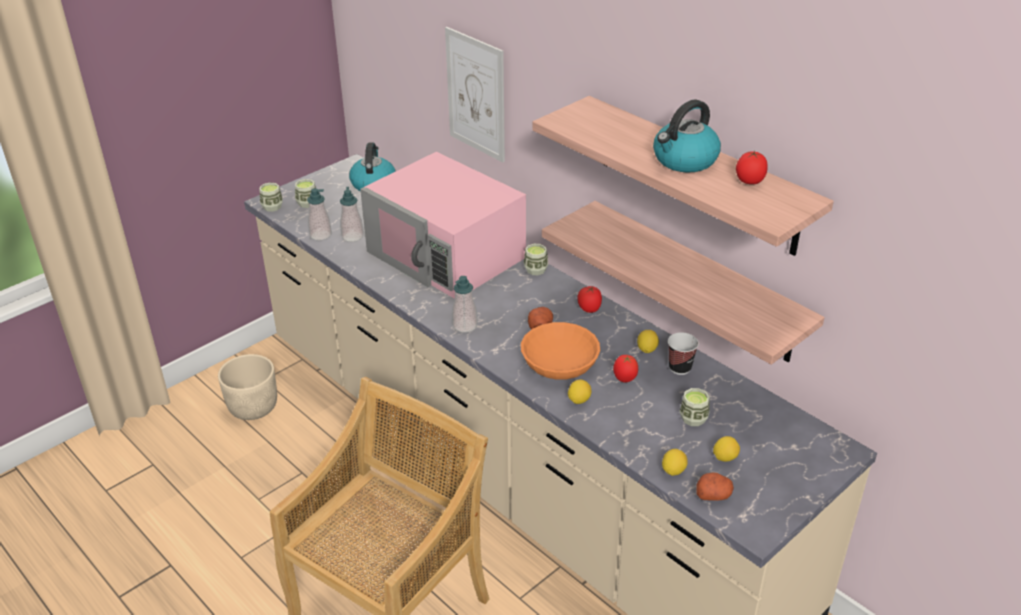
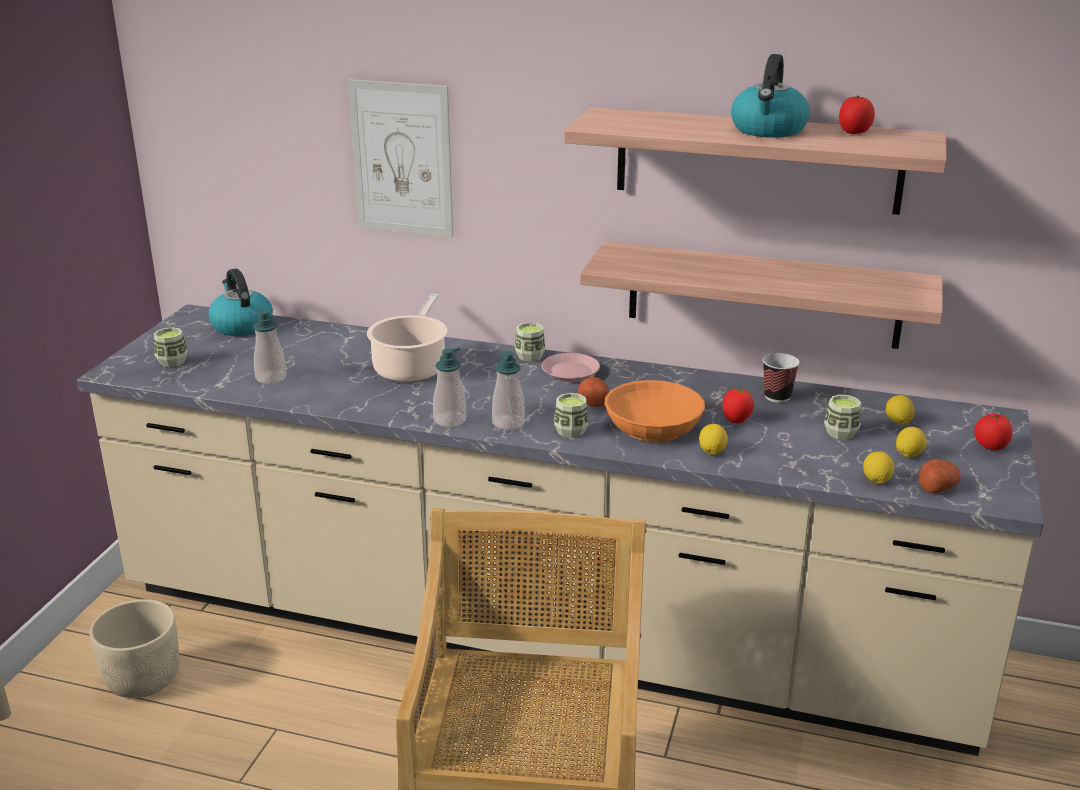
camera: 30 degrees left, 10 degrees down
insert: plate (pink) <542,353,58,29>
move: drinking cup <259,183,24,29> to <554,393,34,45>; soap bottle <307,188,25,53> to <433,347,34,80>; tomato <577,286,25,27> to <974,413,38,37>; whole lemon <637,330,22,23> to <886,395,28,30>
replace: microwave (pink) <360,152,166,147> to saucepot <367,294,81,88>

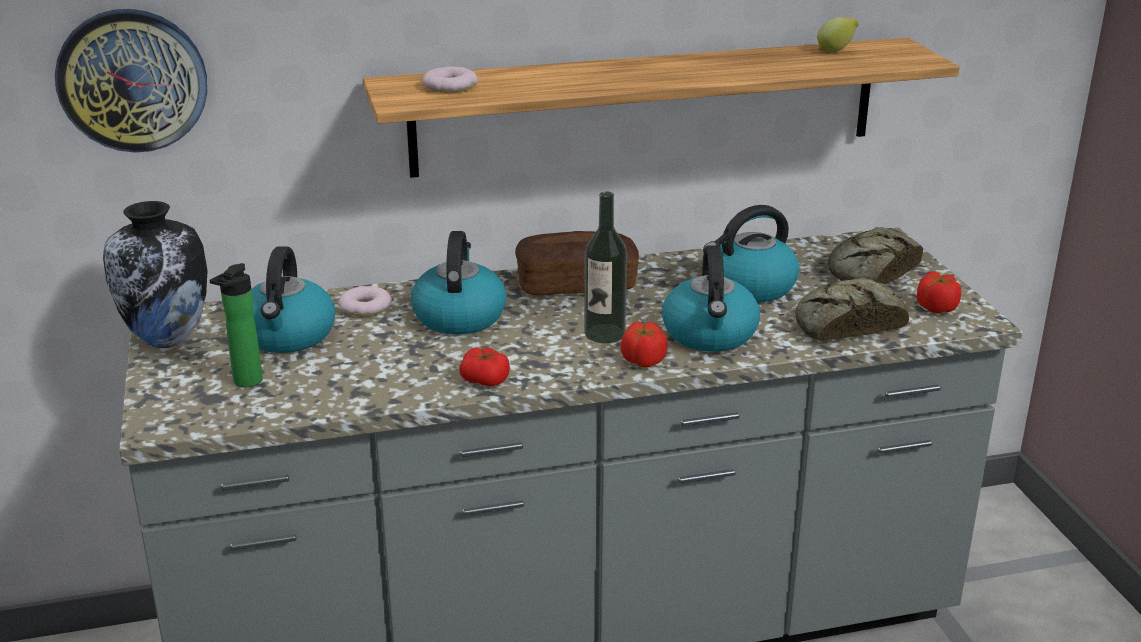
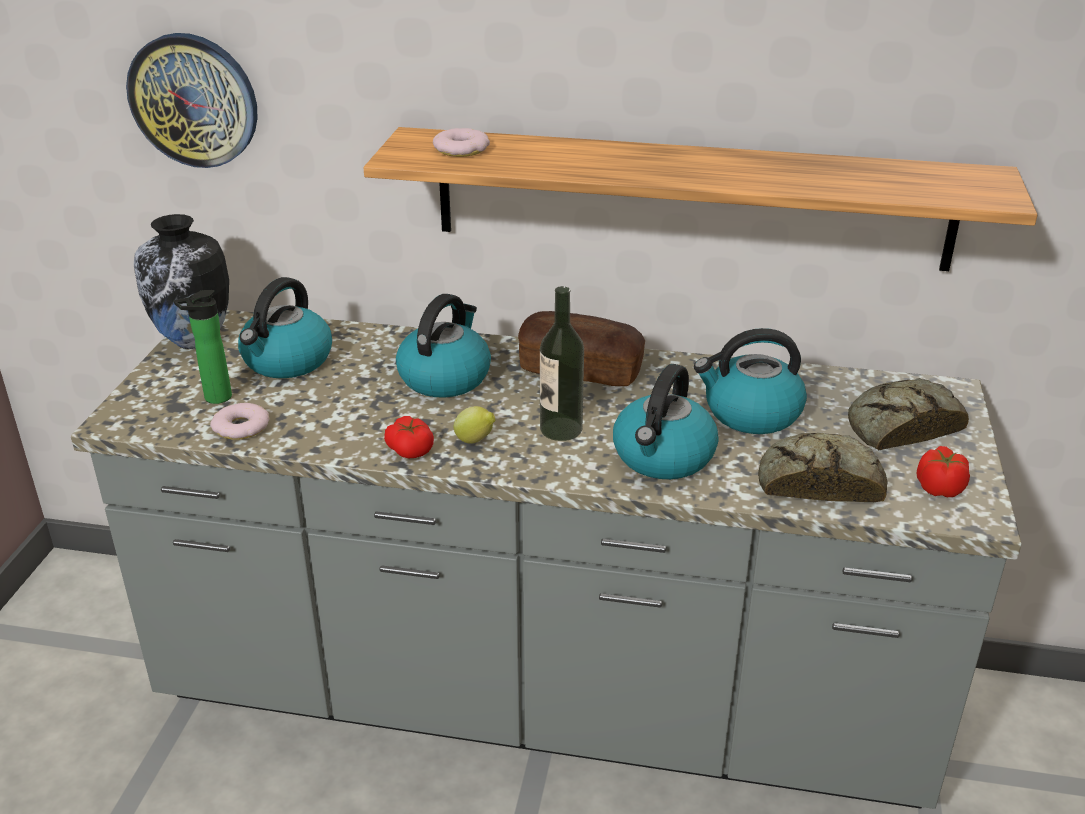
camera: 25 degrees right, 5 degrees up
delete: tomato <621,322,47,46>
move: ring doughnut <338,286,54,30> to <210,403,59,37>; whole lemon <817,17,42,35> to <454,406,41,38>

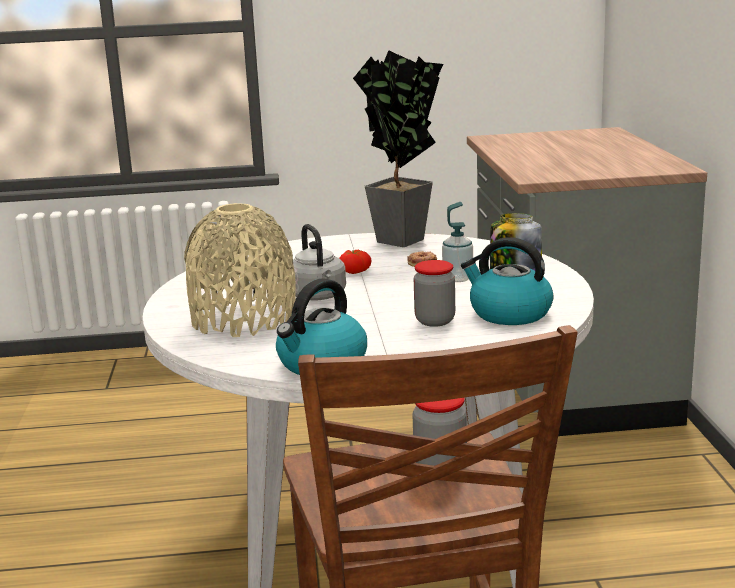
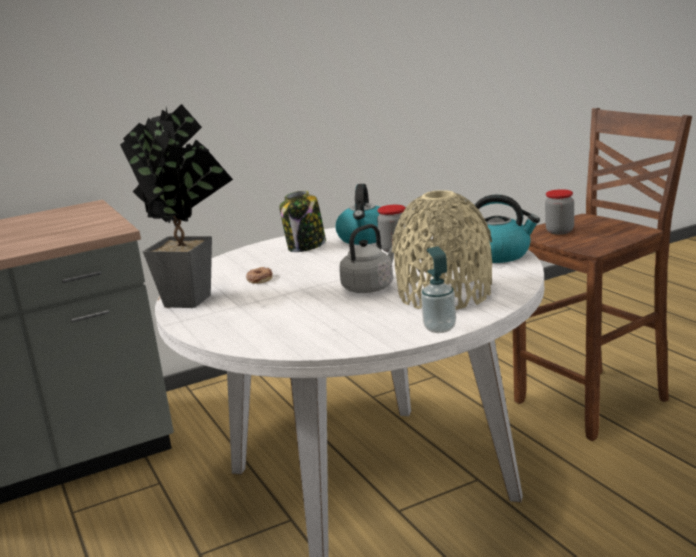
camera: 110 degrees left, 0 degrees up
delete: tomato <339,250,33,24>
move: soap bottle <442,202,31,80> to <421,246,35,87>

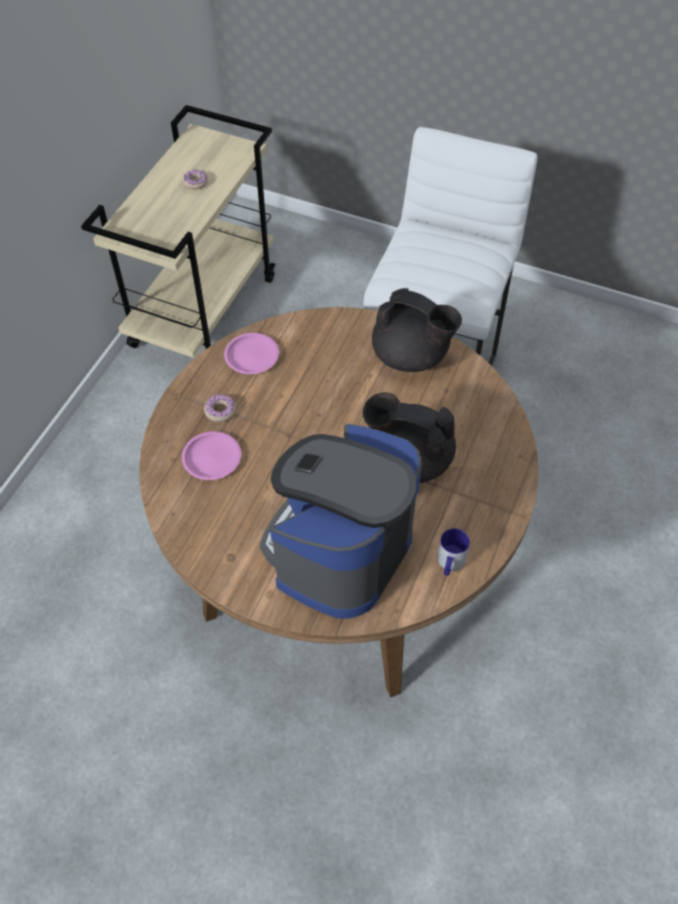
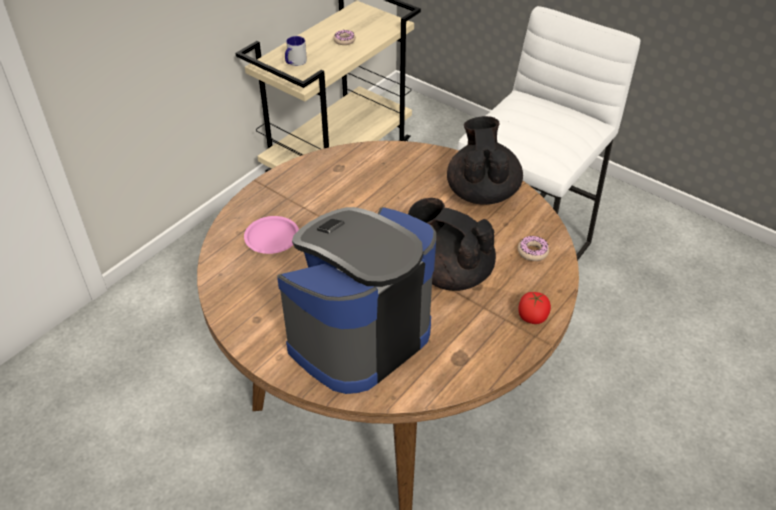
camera: 15 degrees right, 10 degrees down
delete: plate (pink) <224,333,55,41>
insert: tomato <519,292,32,32>
move: ring doughnut <204,395,32,27> to <518,235,31,26>; coffee mug <437,528,33,47> to <285,36,22,30>
rotate: tea pot (black-coloured) <372,288,90,84> = <447,116,76,89> 135 degrees counterclockwise

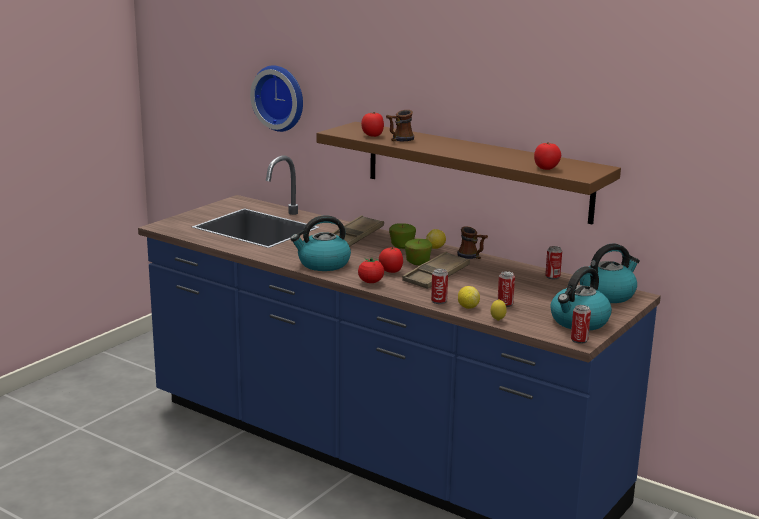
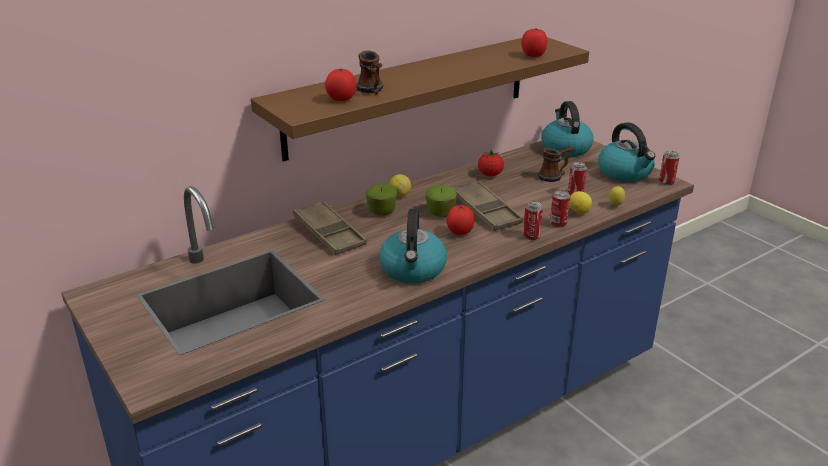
camera: 70 degrees left, 10 degrees up
delete: wall clock <250,65,53,67>
move: tomato <358,257,26,26> to <478,150,26,26>; coffee mug <457,226,31,33> to <538,146,36,36>; sealed can <545,246,17,33> to <523,201,20,39>

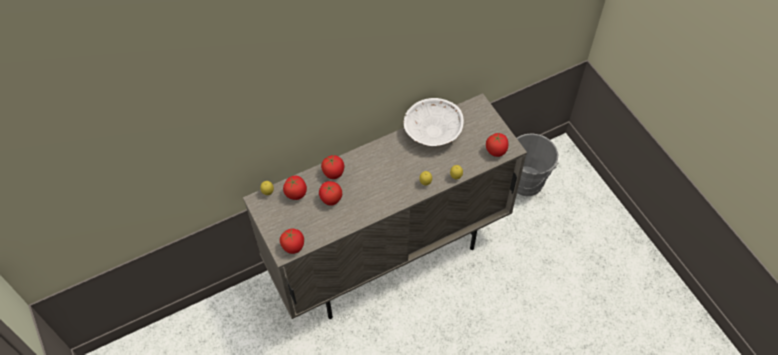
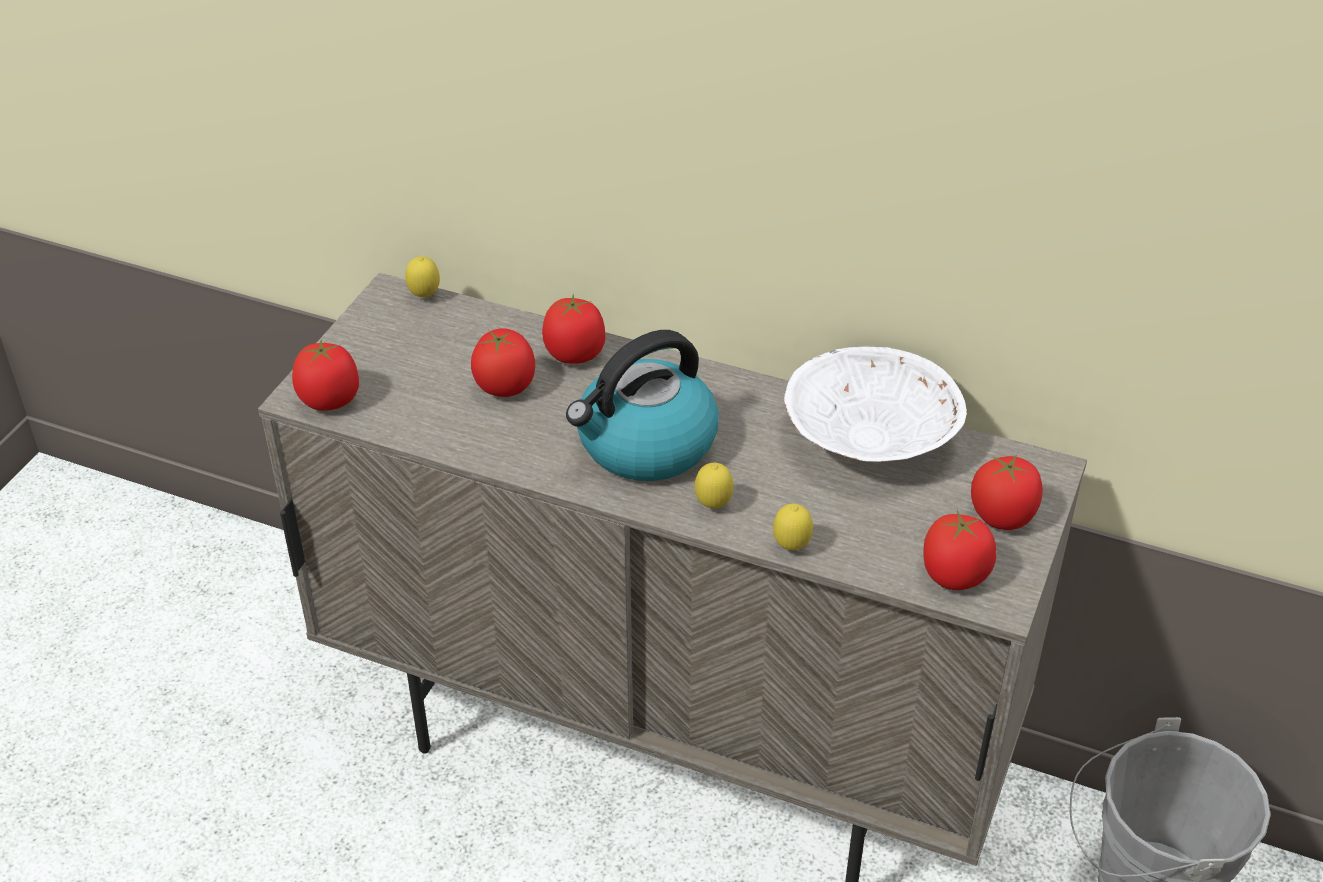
camera: 50 degrees right, 15 degrees down
insert: kettle <566,330,153,151>
move: tomato <283,176,24,24> to <971,454,72,76>

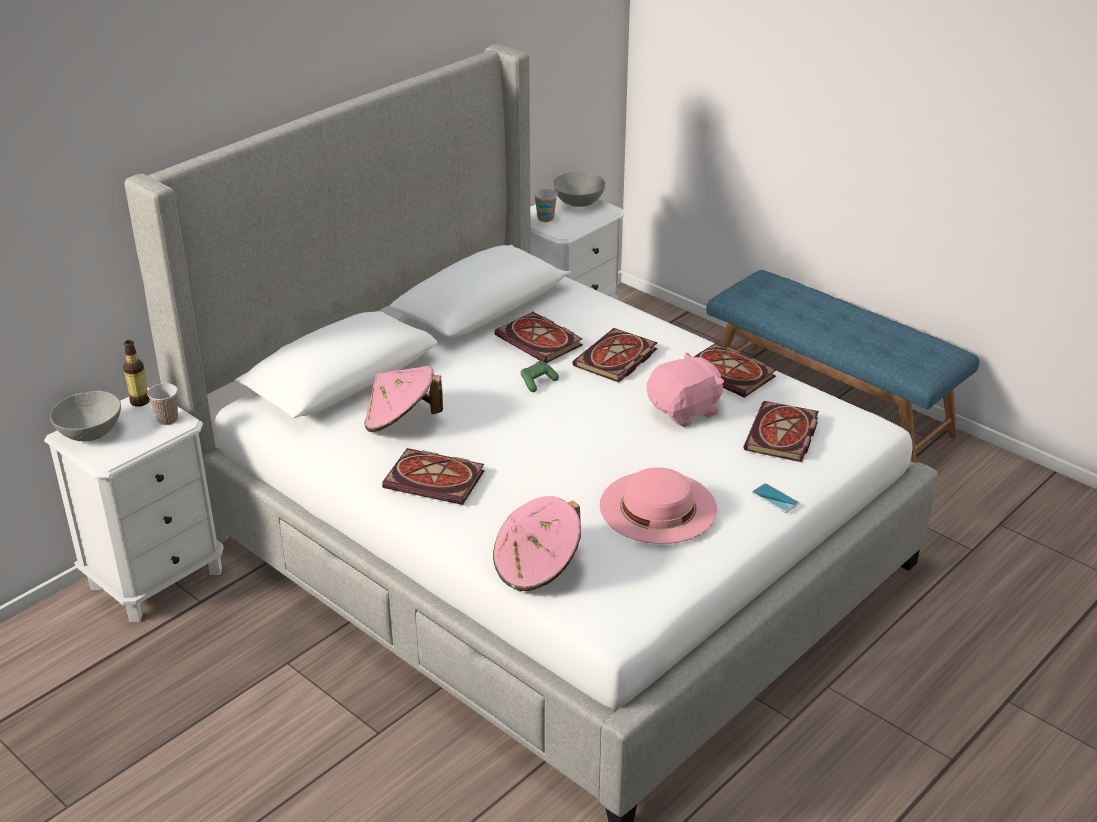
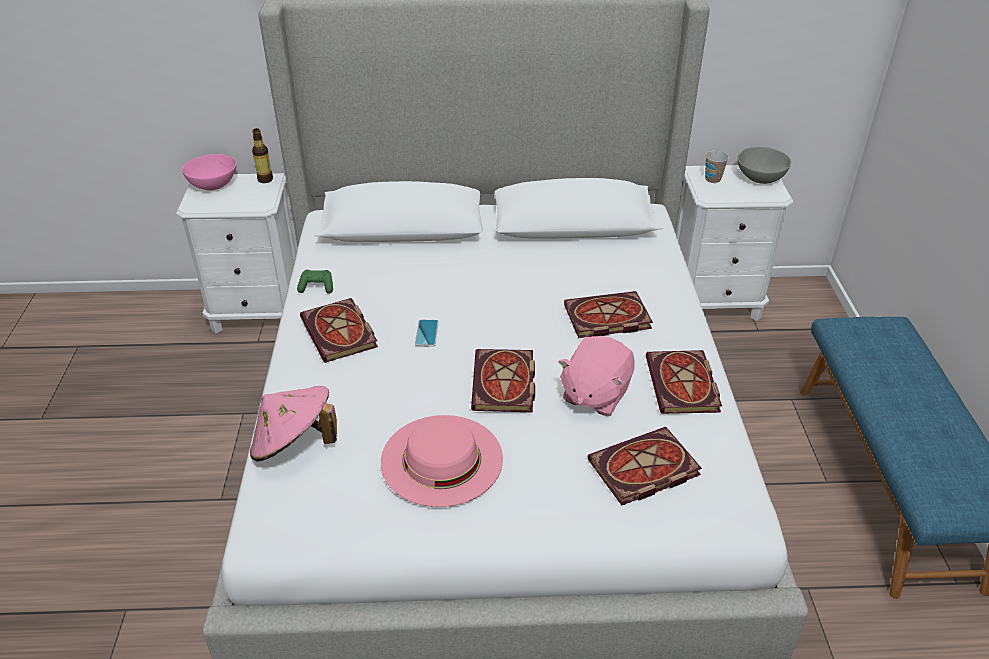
camera: 45 degrees right, 5 degrees up
delete: drinking cup <147,383,31,42>; hat (pink) <365,366,78,66>
move: book <494,312,89,51> to <471,349,64,63>; game controller (green-coloured) <521,361,38,31> to <297,270,36,24>; phone <752,483,47,30> to <415,320,24,27>
recolor: deep dish (grey) <50,391,71,50> to deep dish (pink) <182,154,55,37>
rotate: plush toy (pink) <647,352,77,75> = <558,336,77,80> 105 degrees clockwise

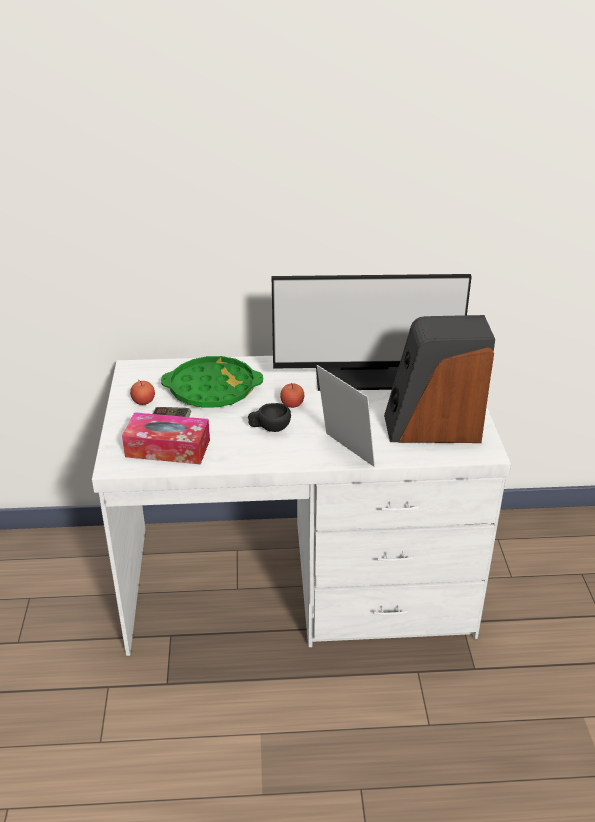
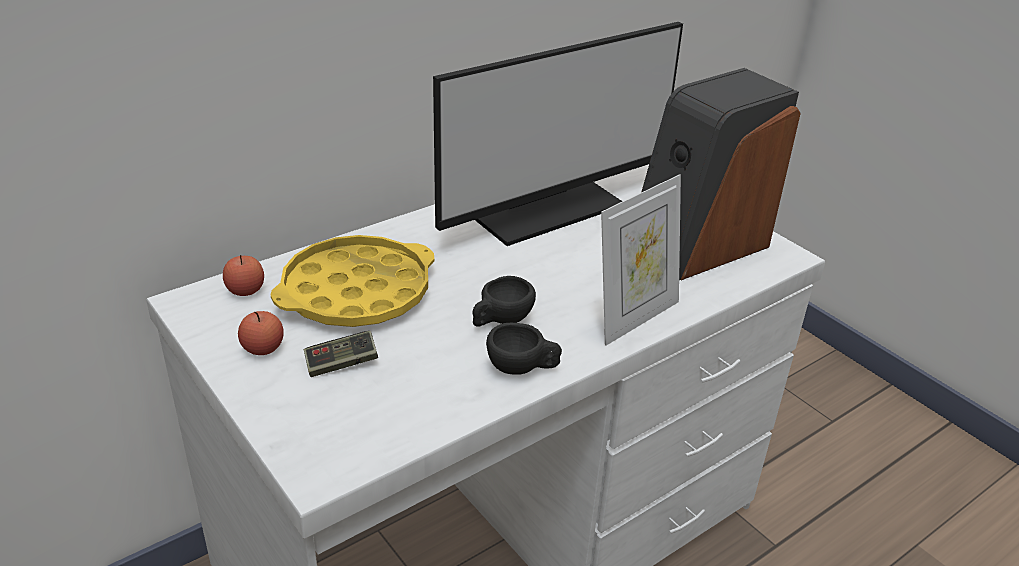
camera: 35 degrees left, 0 degrees up
delete: box of tissues <122,412,88,52>
insert: drinking cup (black-coloured) <486,323,76,51>
move: apple fruit <280,383,24,25> to <223,255,41,41>
recolor: tray (green-coloured) <161,356,102,52> to tray (yellow-coloured) <270,235,164,92>
rotate: photo frame <317,365,58,102> = <601,174,80,172> 120 degrees clockwise

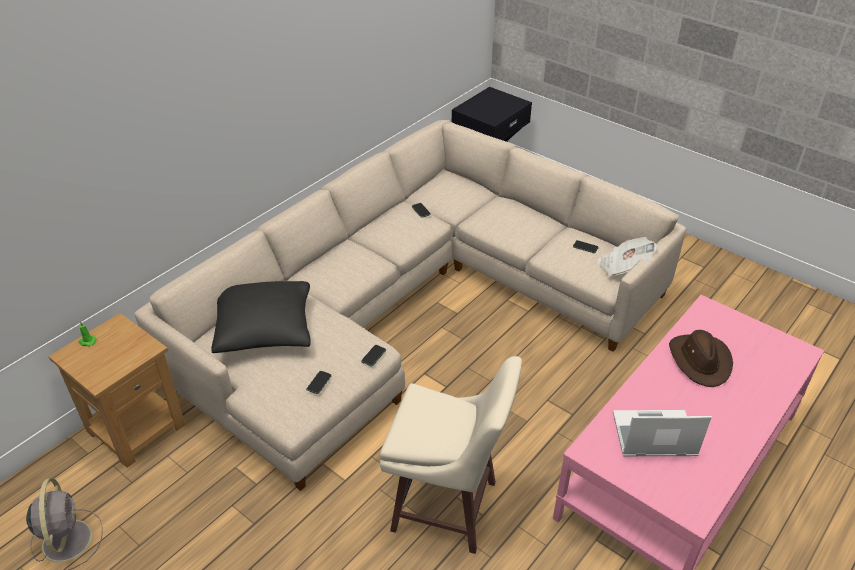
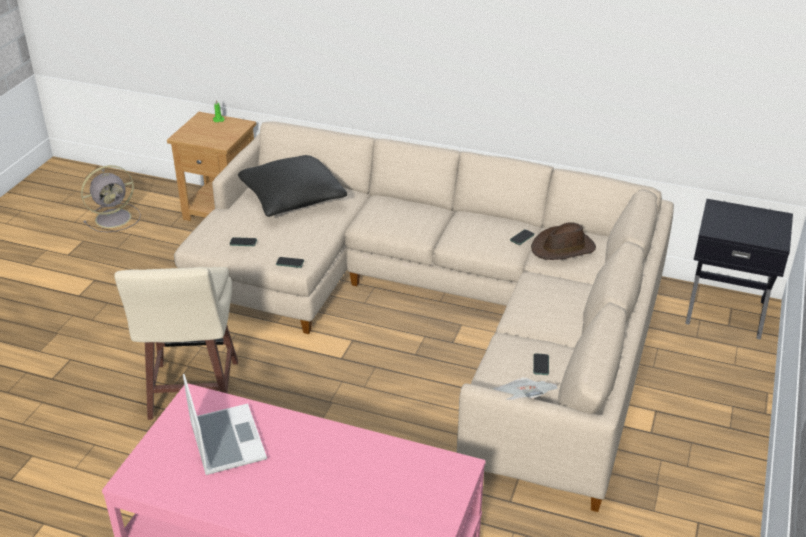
camera: 70 degrees right, 5 degrees down
move: hat (brown-coloured) <669,330,64,57> to <531,222,65,38>

